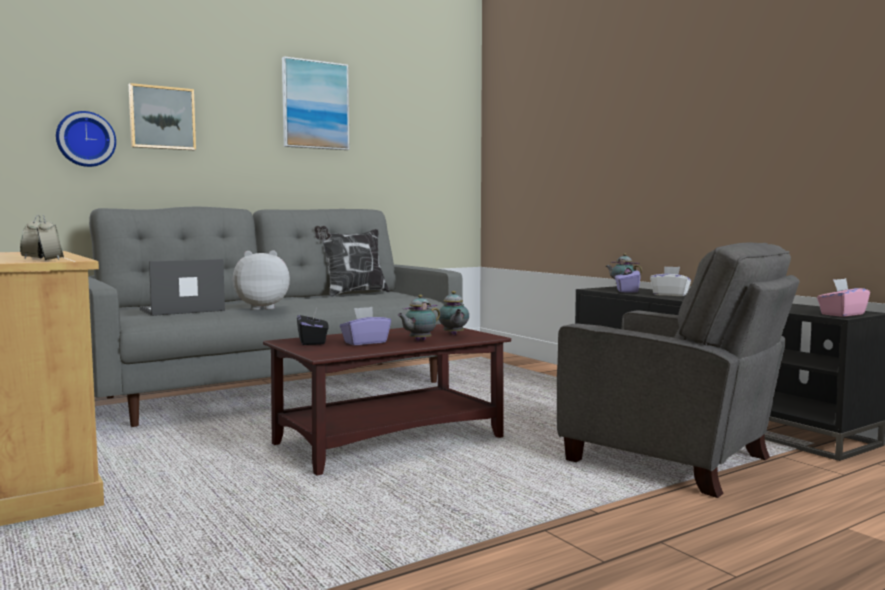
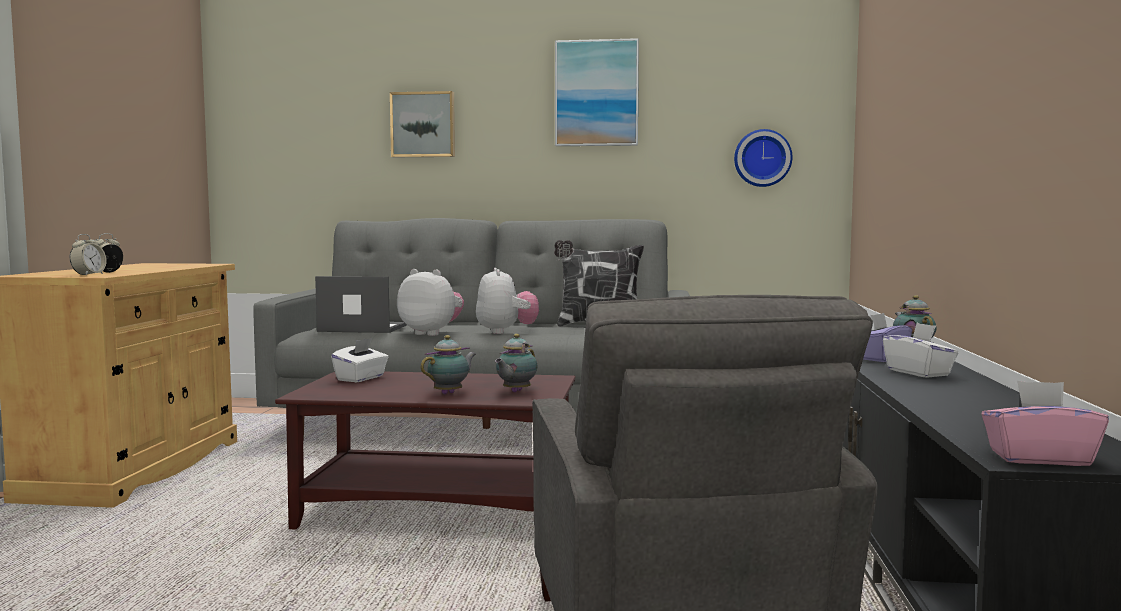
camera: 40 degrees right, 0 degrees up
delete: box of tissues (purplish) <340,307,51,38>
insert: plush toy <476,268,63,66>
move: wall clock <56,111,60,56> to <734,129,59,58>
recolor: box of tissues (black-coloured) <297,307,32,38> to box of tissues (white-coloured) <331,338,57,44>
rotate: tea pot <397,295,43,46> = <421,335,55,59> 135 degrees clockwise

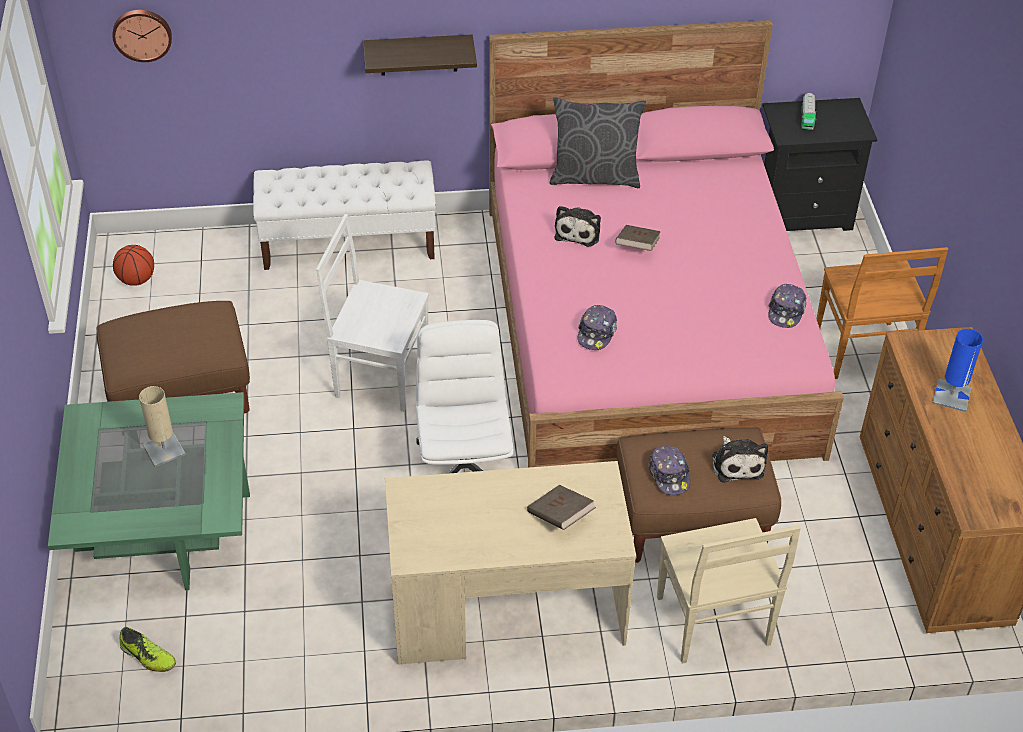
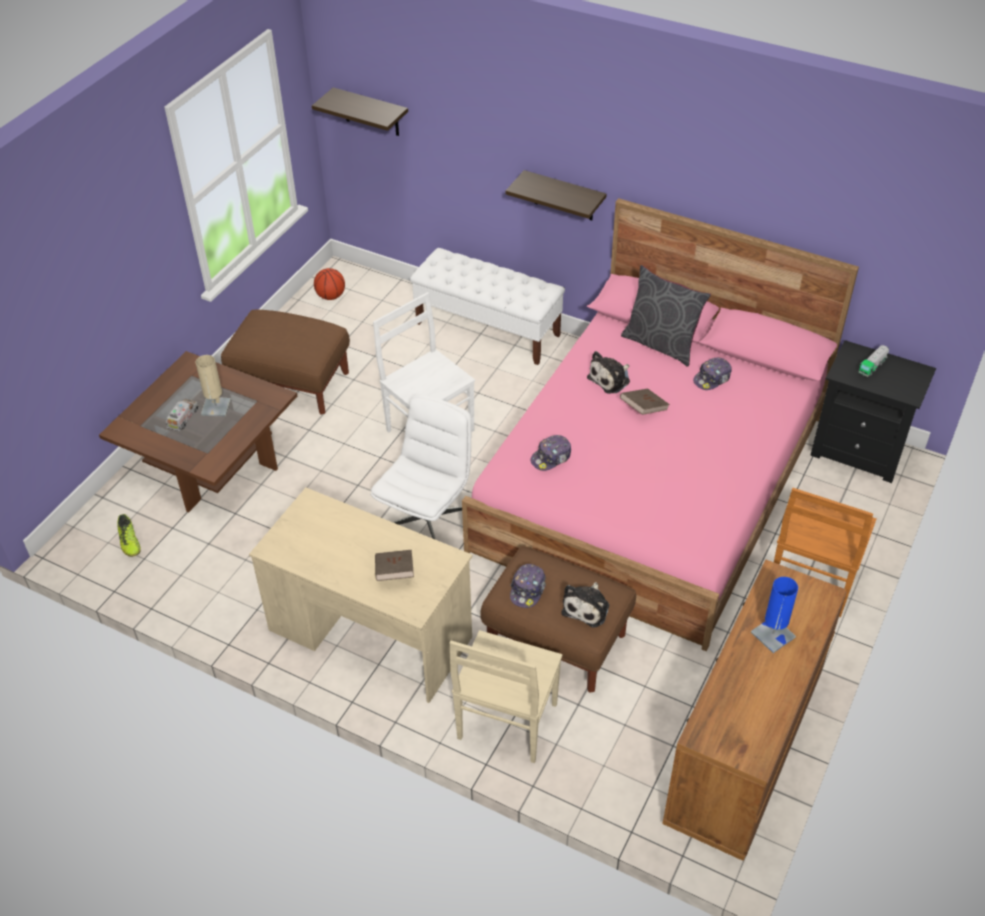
camera: 35 degrees right, 0 degrees up
insert: toy lorry <166,399,33,32>
move: peaked cap <768,284,38,44> to <693,358,39,32>
replace: wall clock <112,10,60,52> to bracket shelf <312,87,96,49>
recolor: low table (green-coloured) <48,392,202,198> to low table (brown-coloured) <99,351,198,161>

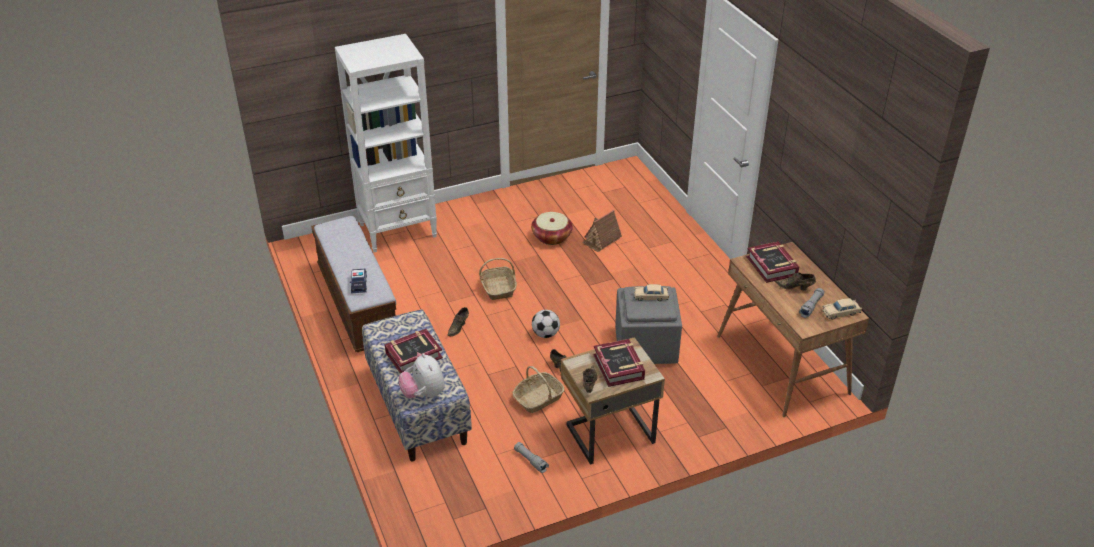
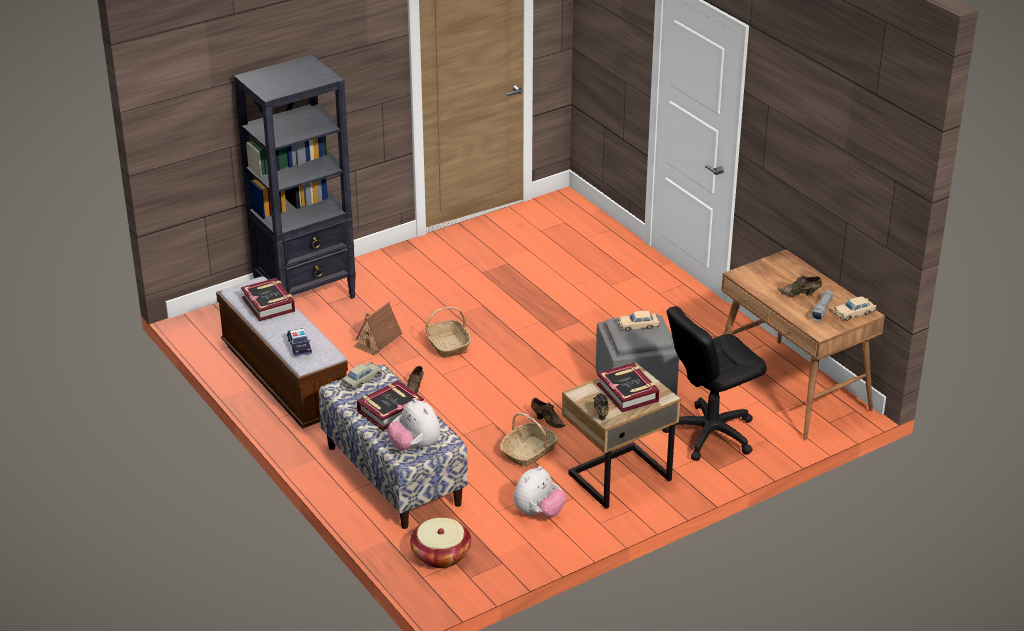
camera: 10 degrees left, 5 degrees down
delete: ball for football <532,310,28,28>
insert: miniature car (sand-coloured) <342,362,40,28>; office chair (black-coloured) <662,306,104,155>
move: storage basket <531,212,42,33> to <410,518,61,50>; toy house <582,210,40,42> to <353,301,49,55>; book <746,241,53,42> to <241,278,54,43>
replace: flashlight (grey) <514,442,35,31> to plush toy <514,466,52,52>
recolor: bookcase (white-coloured) <335,34,102,218> to bookcase (black-coloured) <234,55,122,244>

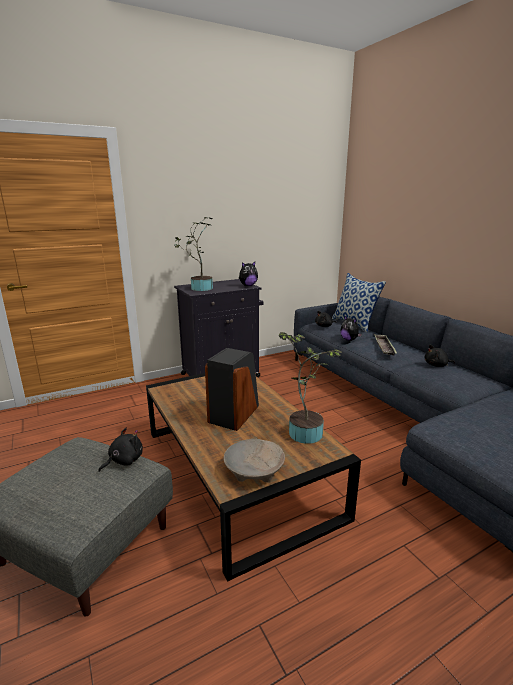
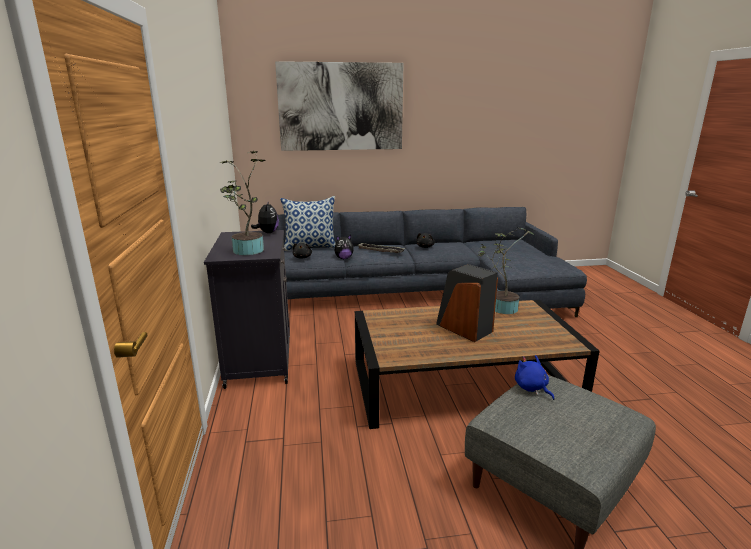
camera: 70 degrees left, 0 degrees up
delete: deep dish (sand-coloured) <224,439,61,43>
insert: wall art <275,61,129,90>
recolor: plush toy (black-coloured) <98,428,45,44> to plush toy (blue) <515,355,39,45>

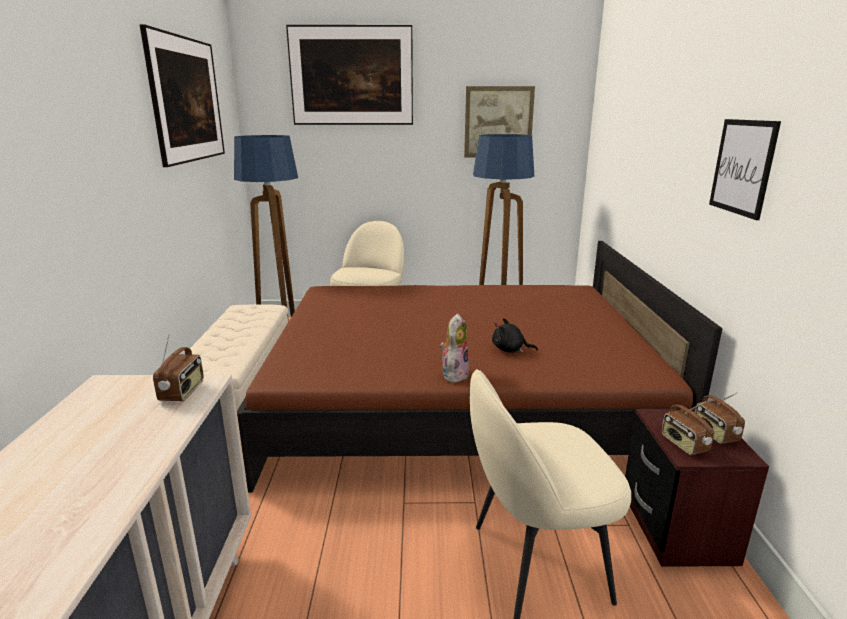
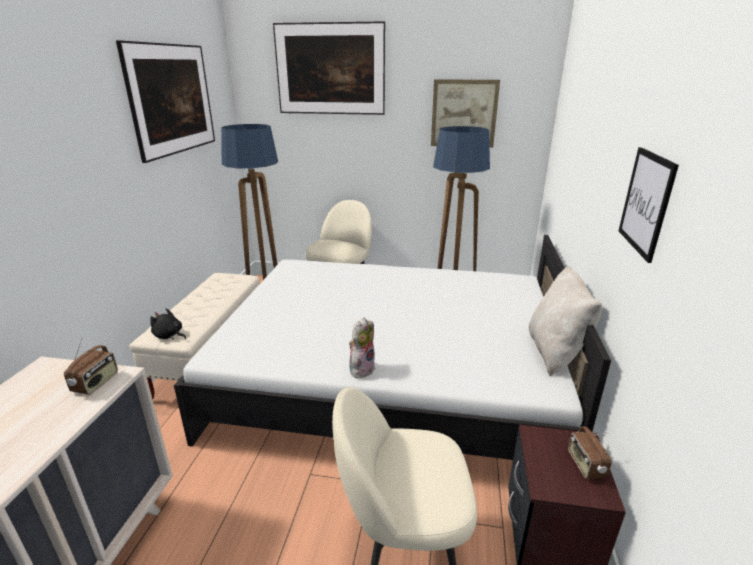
camera: 10 degrees right, 5 degrees up
delete: radio <661,401,53,55>
insert: pillow (sand-coloured) <529,266,73,110>
move: plush toy (black-coloured) <492,318,46,35> to <150,308,36,32>
recolor: sleeping bed (brown-coloured) <237,241,486,252> to sleeping bed (white-coloured) <174,235,437,225>

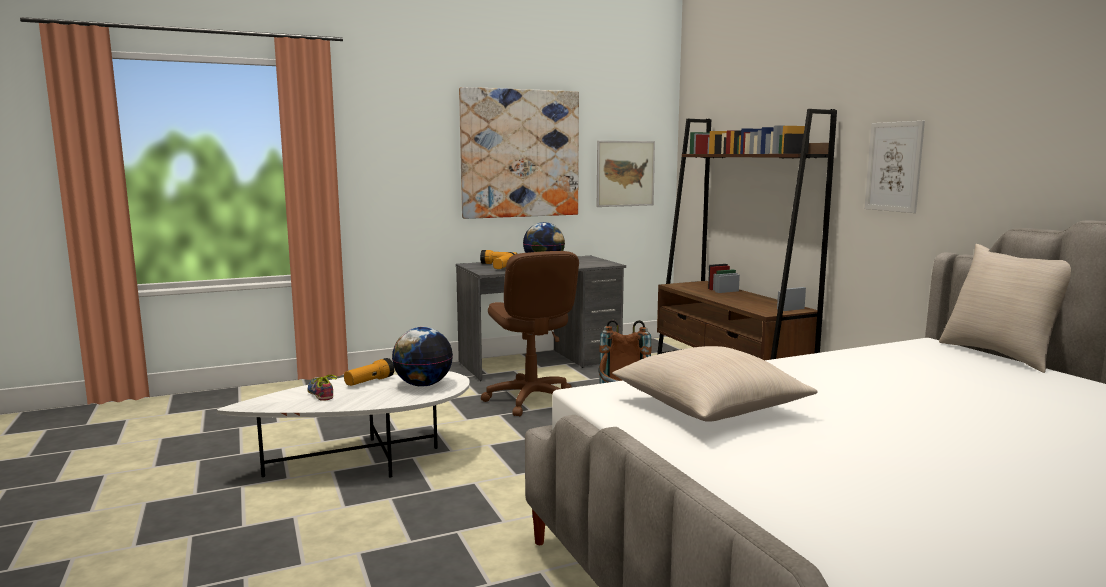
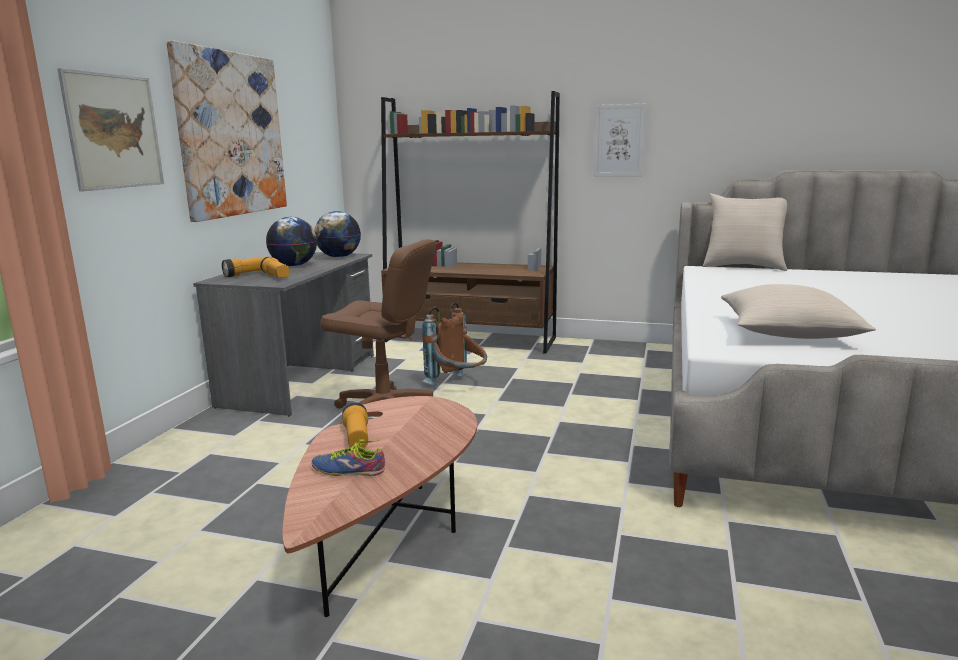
camera: 50 degrees left, 5 degrees up
move: world globe <392,327,61,60> to <314,211,47,47>; wall art <597,141,58,66> to <57,68,107,124>
recolor: low table (white-coloured) <217,371,253,106> to low table (brown-coloured) <282,396,195,221>

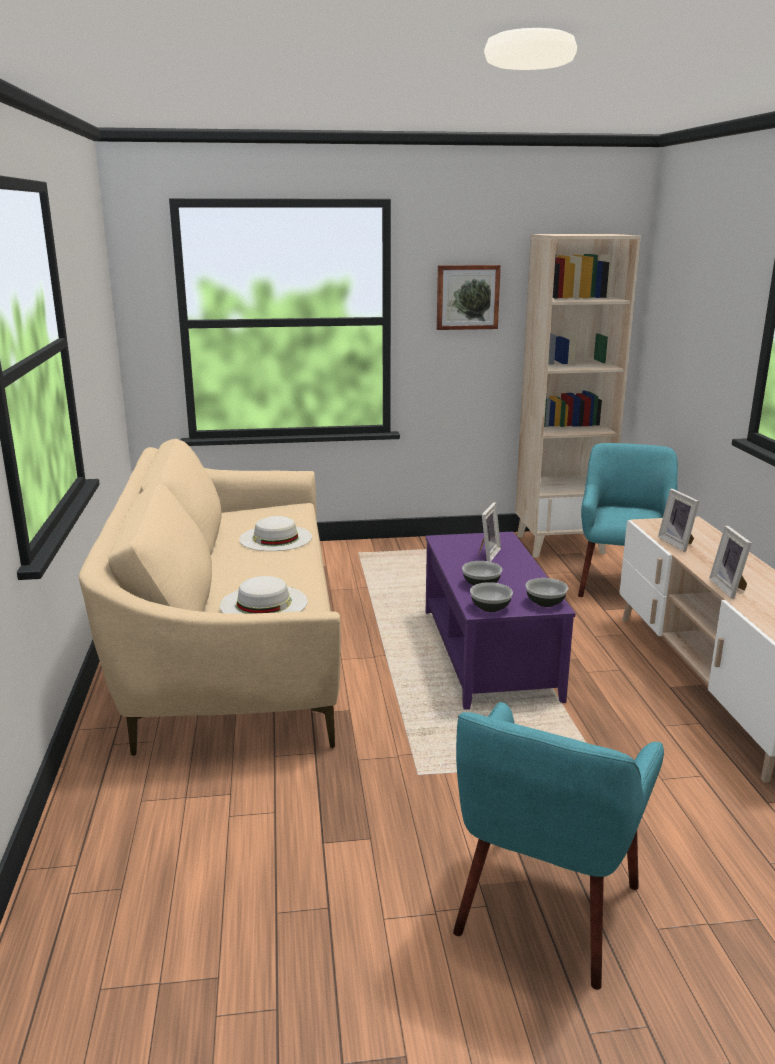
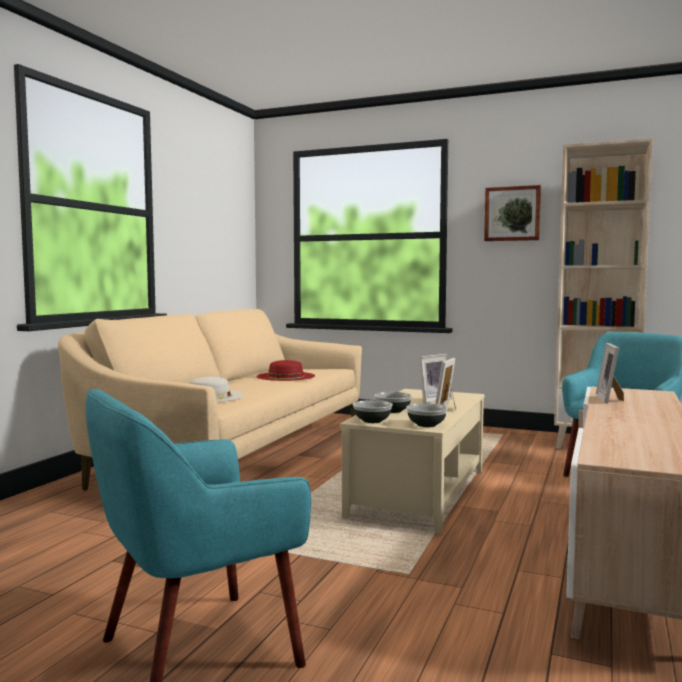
camera: 30 degrees right, 15 degrees down
move: photo frame <709,526,43,73> to <435,358,21,51>
recolor: hat (white-coloured) <239,516,73,35> to hat (red-coloured) <256,360,59,21>; low table (purplish) <426,532,150,178> to low table (sand-coloured) <340,389,145,145>

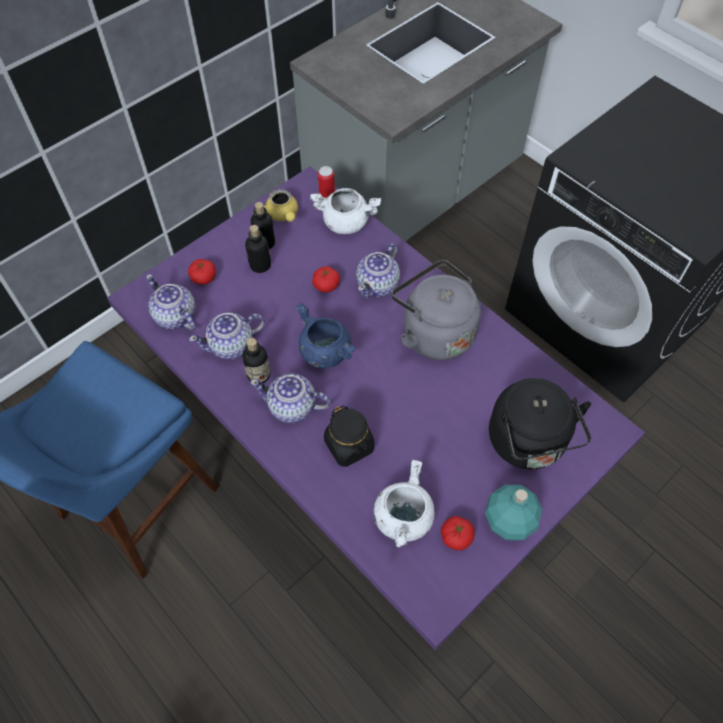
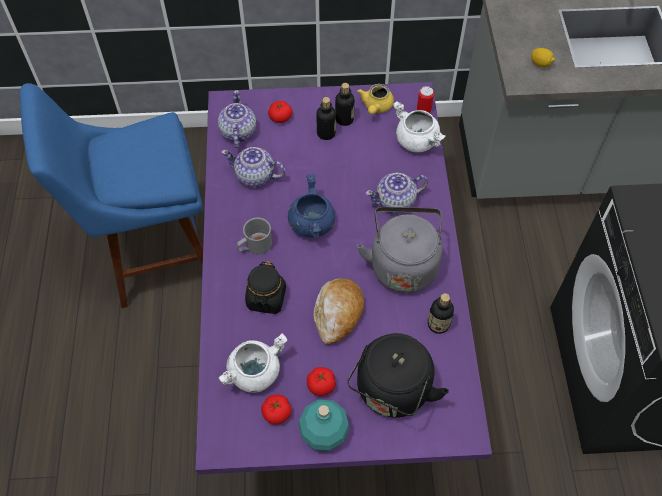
camera: 40 degrees right, 0 degrees up
insert: bakery bread <314,278,51,67>; whole lemon <531,48,24,20>
move: beverage bottle <243,338,27,45> to <428,293,26,41>; tomato <312,266,28,27> to <307,367,29,29>
replace: tea pot <250,373,80,50> to coffee mug (grey) <237,218,35,36>

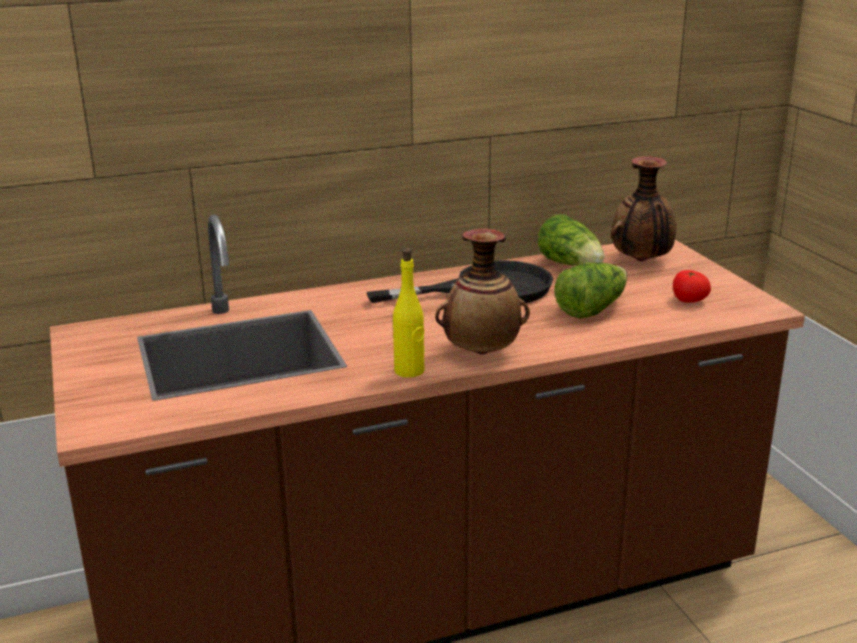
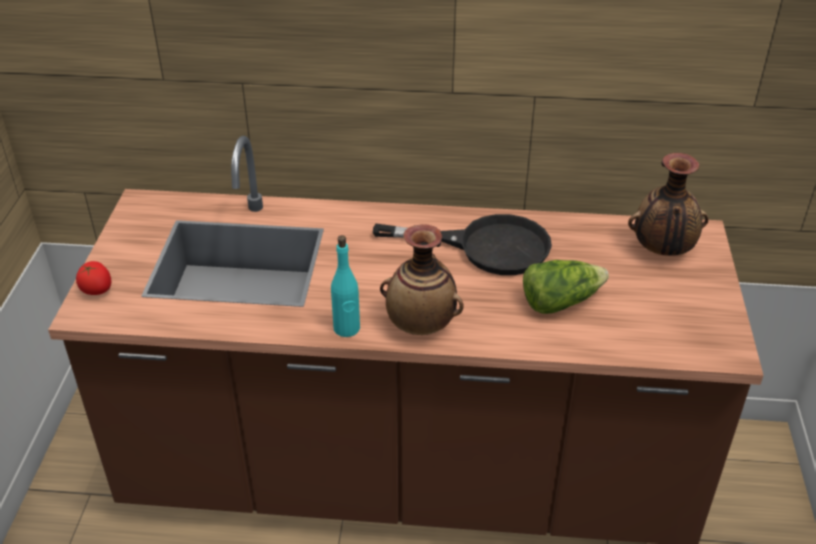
camera: 25 degrees right, 15 degrees up
delete: head of lettuce <538,214,66,52>
move: tomato <673,270,38,33> to <76,261,35,34>
recolor: beverage bottle (yellow-coloured) <393,248,31,130> to beverage bottle (blue-green) <331,235,29,102>

